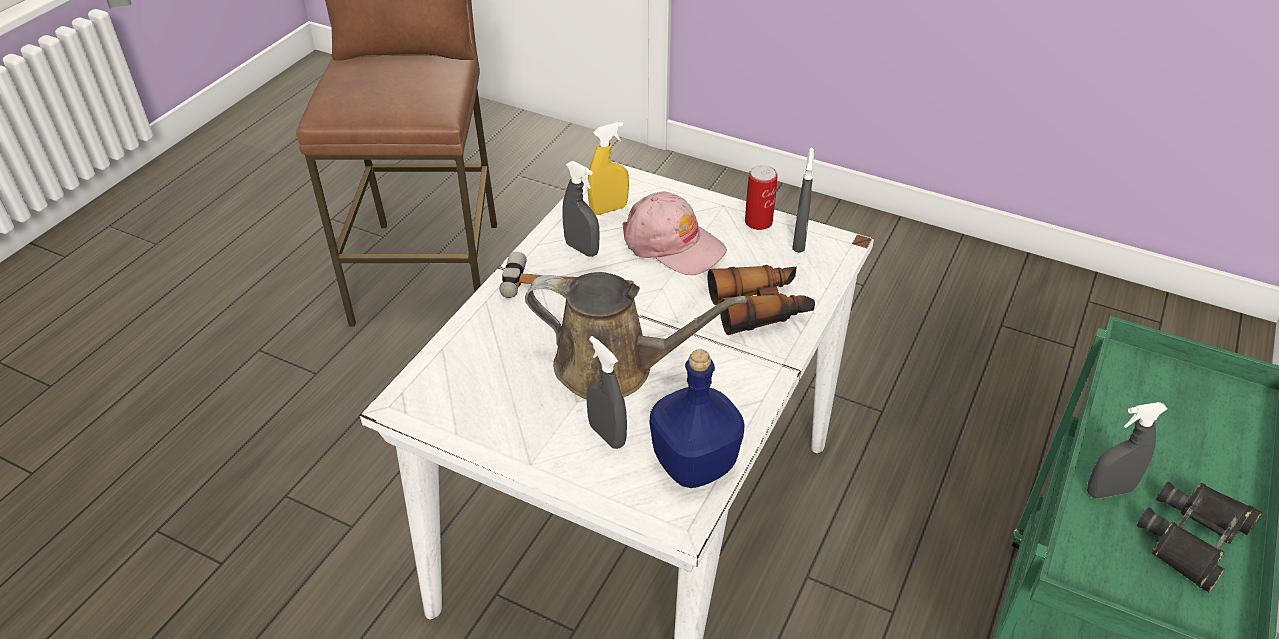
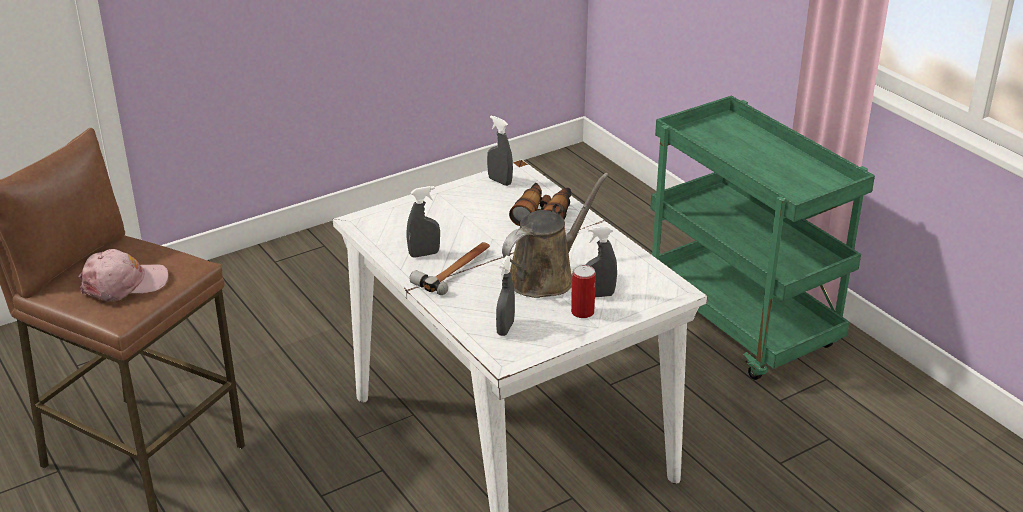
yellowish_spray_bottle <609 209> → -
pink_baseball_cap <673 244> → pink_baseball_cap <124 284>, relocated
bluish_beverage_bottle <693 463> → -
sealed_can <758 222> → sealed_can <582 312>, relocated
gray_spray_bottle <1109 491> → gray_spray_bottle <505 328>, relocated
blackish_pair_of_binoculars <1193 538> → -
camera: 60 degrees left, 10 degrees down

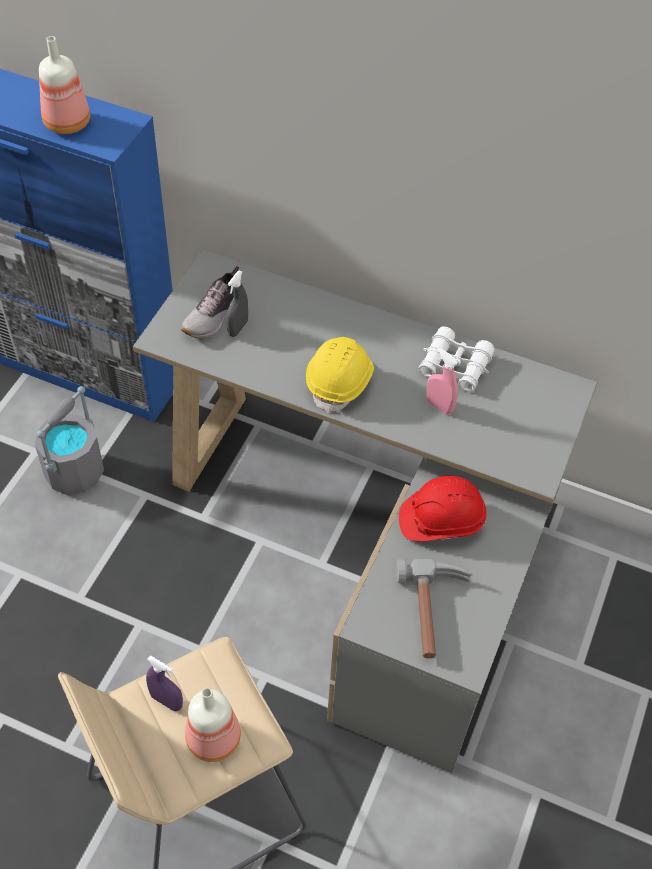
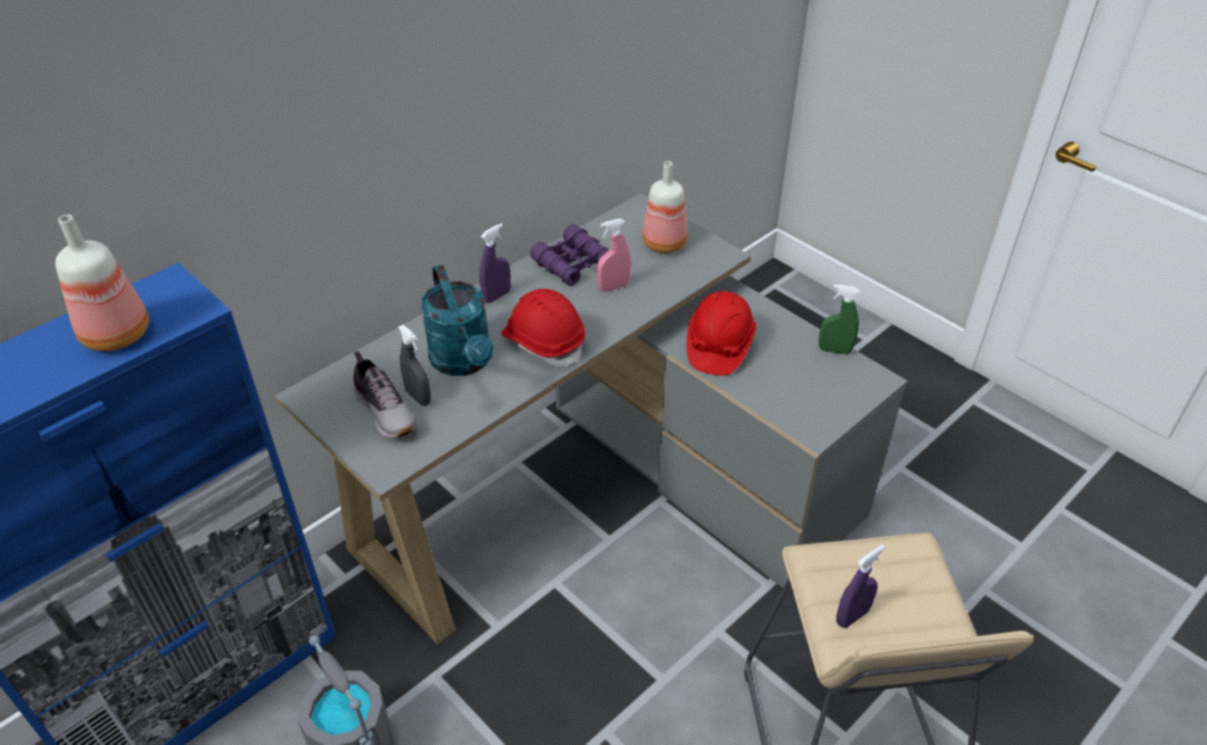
beverage_bottle <215 738> → beverage_bottle <664 243>, relocated
yellowish_safety_helmet <340 382> → reddish_safety_helmet <544 342>
hammer <436 612> → -
white_pair_of_binoculars <455 366> → purplish_pair_of_binoculars <572 263>
- → turquoise_watering_can <464 362>
- → purplish_spray_bottle <496 296>
- → greenish_spray_bottle <834 350>
camera: 65 degrees left, 10 degrees down

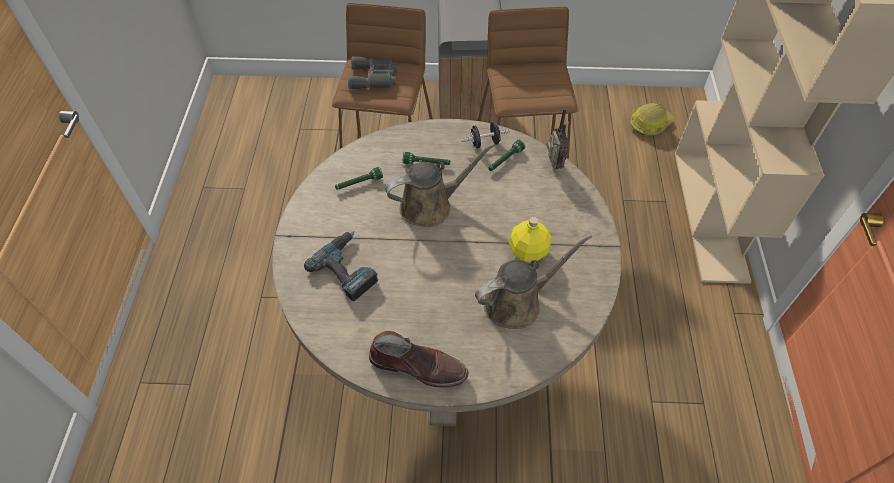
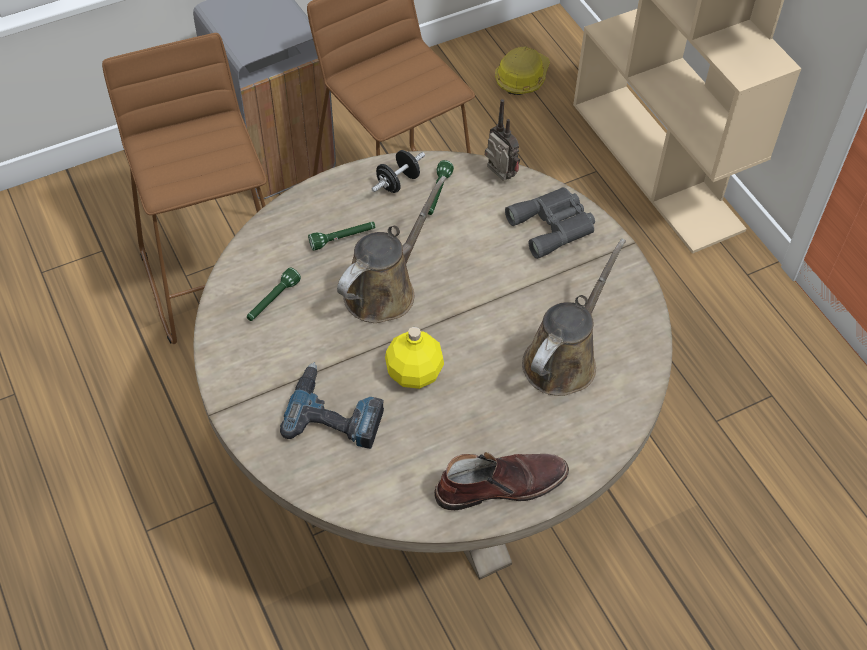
gray_pair_of_binoculars <375 77> → gray_pair_of_binoculars <554 226>, relocated
yellowish_beverage_bottle <527 251> → yellowish_beverage_bottle <413 373>, relocated
camera: 30 degrees left, 0 degrees up

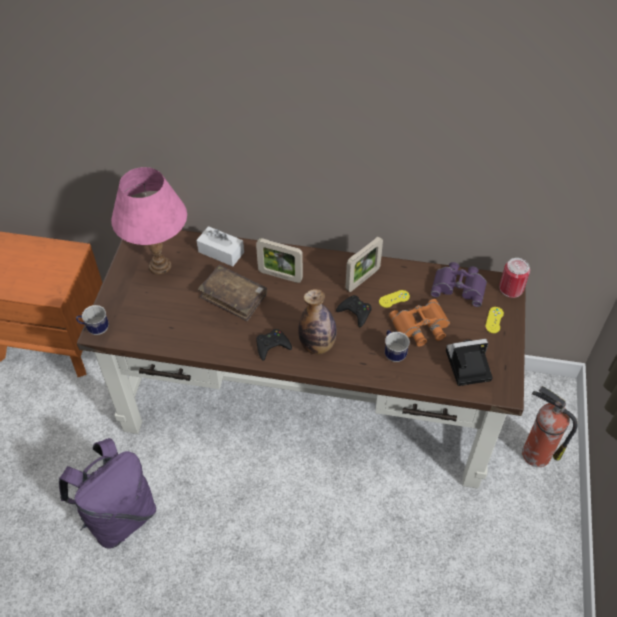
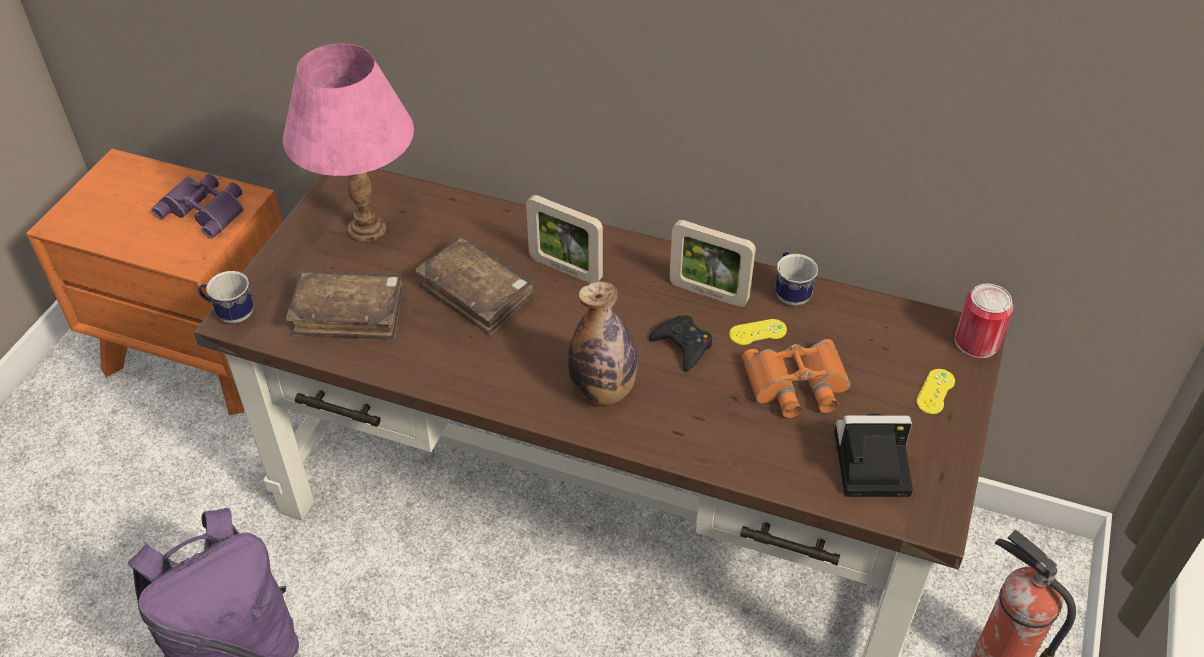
white_tissue_box <221 252> → -
blackish_gamepad <272 346> → -
picture_frame <362 279> → picture_frame <708 293>, 60 degrees clockwise
mug <393 353> → mug <790 293>, relocated
purplish_pair_of_binoculars <459 286> → purplish_pair_of_binoculars <206 209>, relocated
- → brownish_book <349 314>
camera: 10 degrees right, 5 degrees down

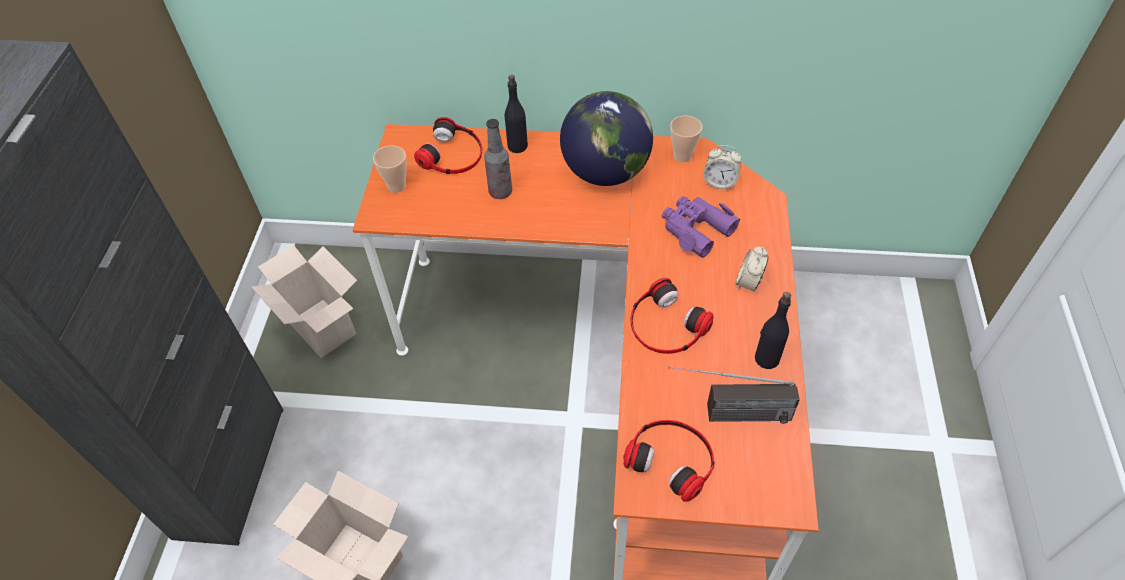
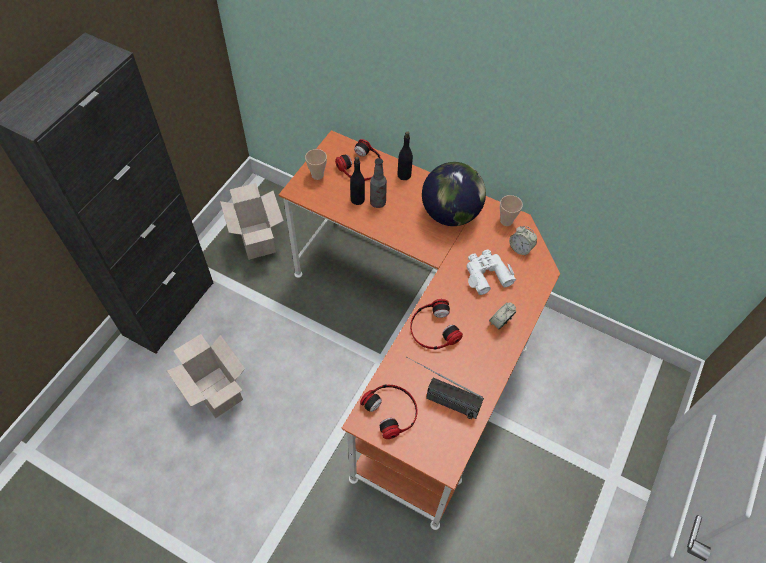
purplish_pair_of_binoculars <695 229> → white_pair_of_binoculars <486 274>
blackish_beverage_bottle <766 358> → blackish_beverage_bottle <357 199>, relocated
camera: 20 degrees right, 5 degrees up

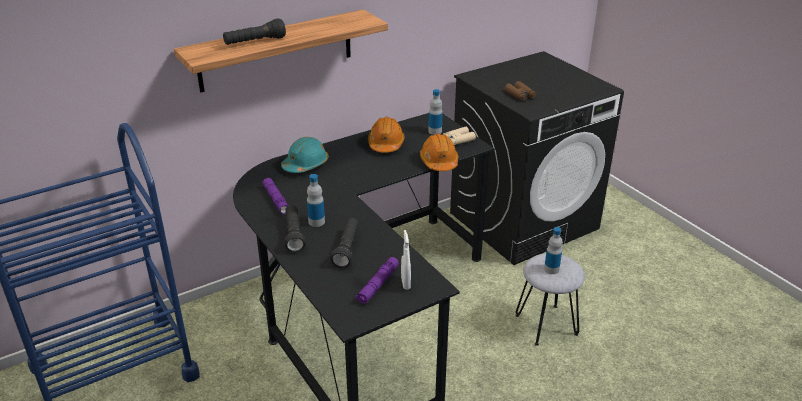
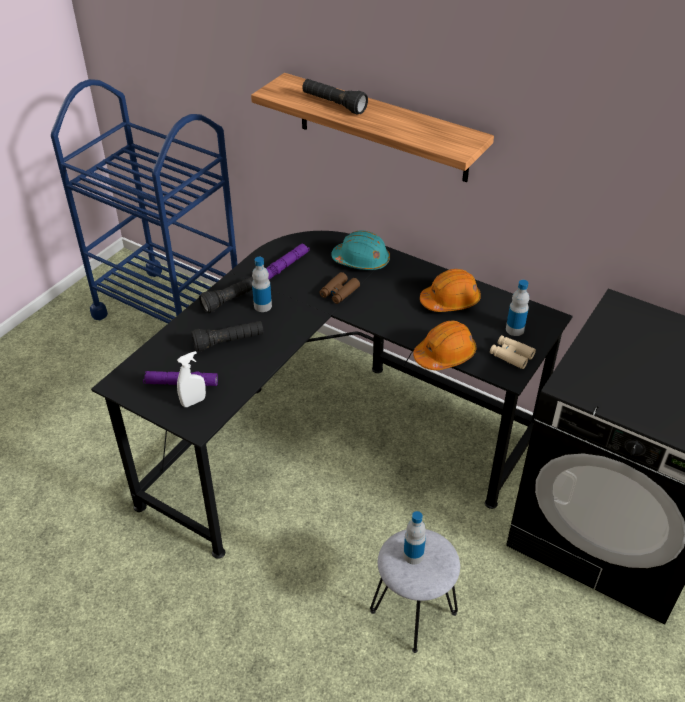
brownish_pair_of_binoculars <520 95> → brownish_pair_of_binoculars <339 292>, relocated
camera: 65 degrees right, 10 degrees up

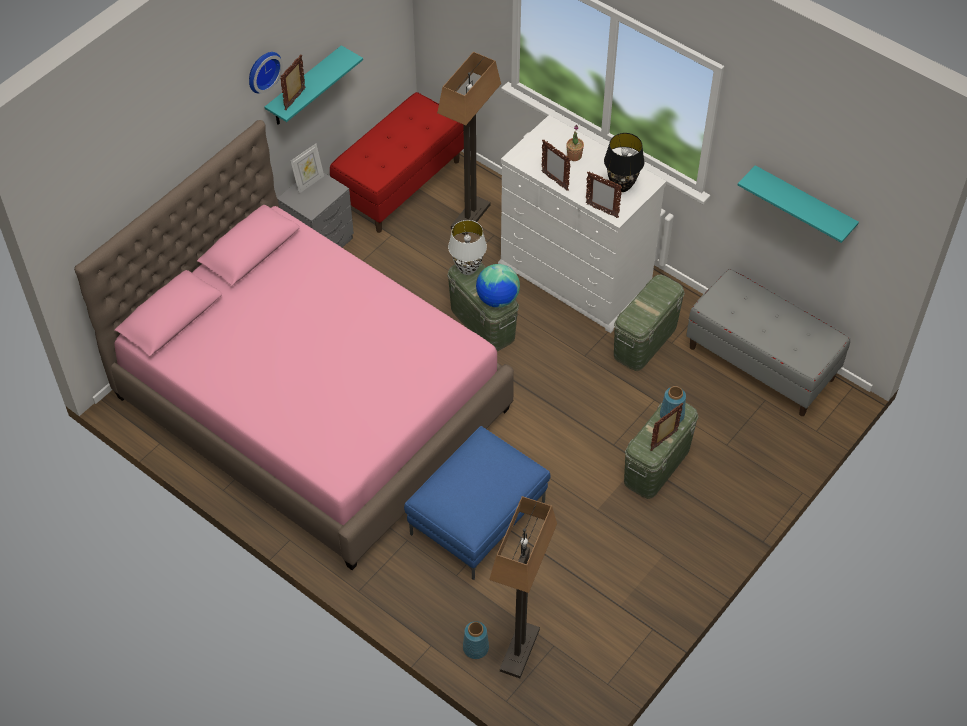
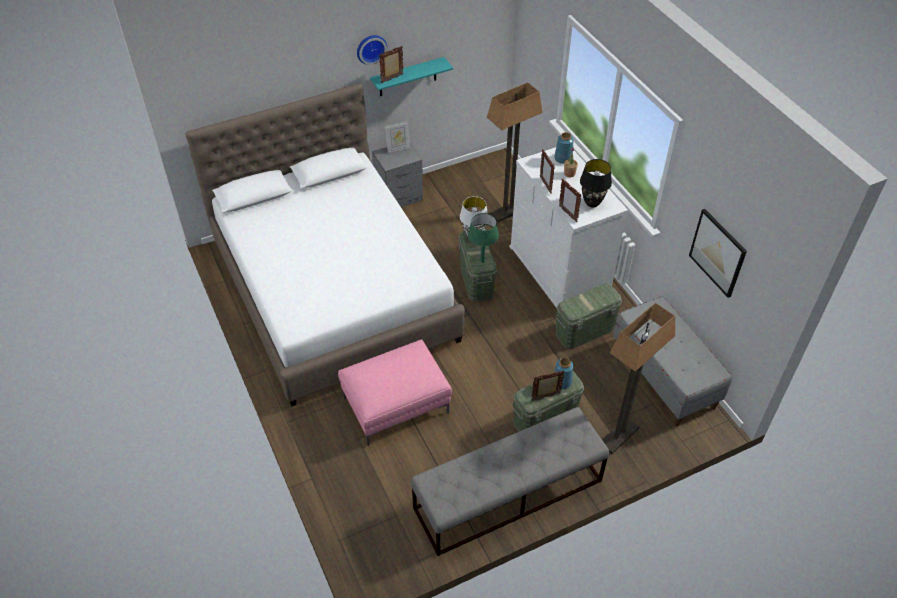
pink_bed <312 402> → white_bed <334 290>
reddish_long_seat <399 183> → -
bluish_pouffe <477 516> → pink_pouffe <396 404>
bluish_flower_vase <475 648> → bluish_flower_vase <562 158>, relocated
world_globe <497 299> → greenish_lamp_for_a_table <482 261>
standing_lamp <520 650> → standing_lamp <619 437>, relocated
turquoise_bracket_shelf <803 205> → wall_picture <717 252>
- → gray_long_seat <507 495>
camera: 25 degrees right, 5 degrees down

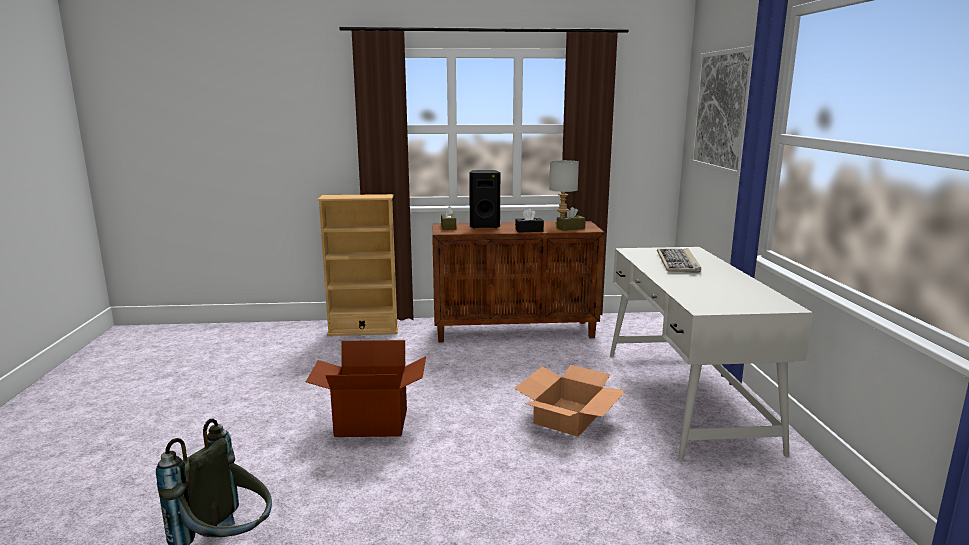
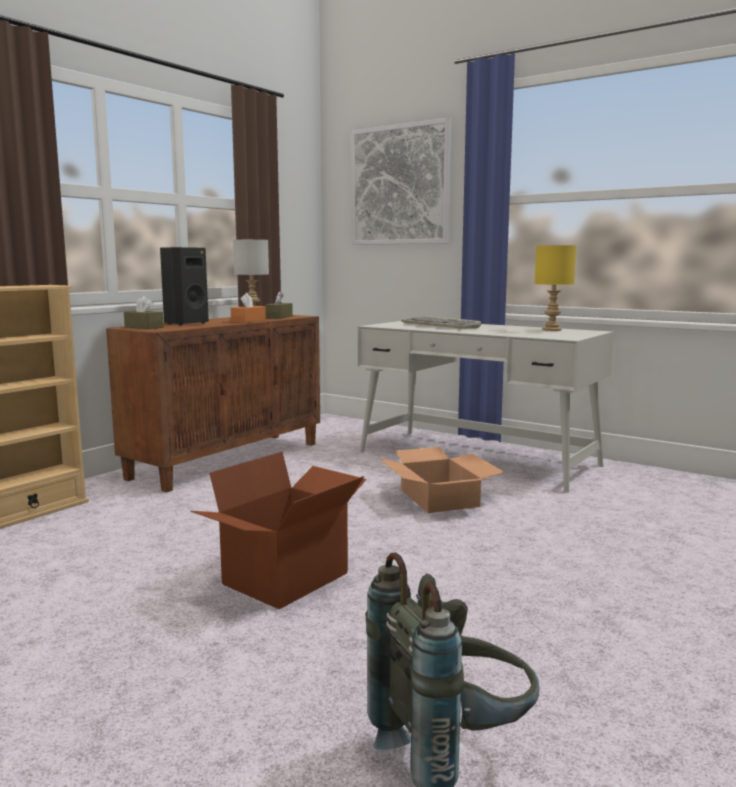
blackish_tissue_box <529 230> → orangey_tissue_box <248 321>
- → yellowish_lamp_for_a_table <551 330>
camera: 50 degrees left, 5 degrees down

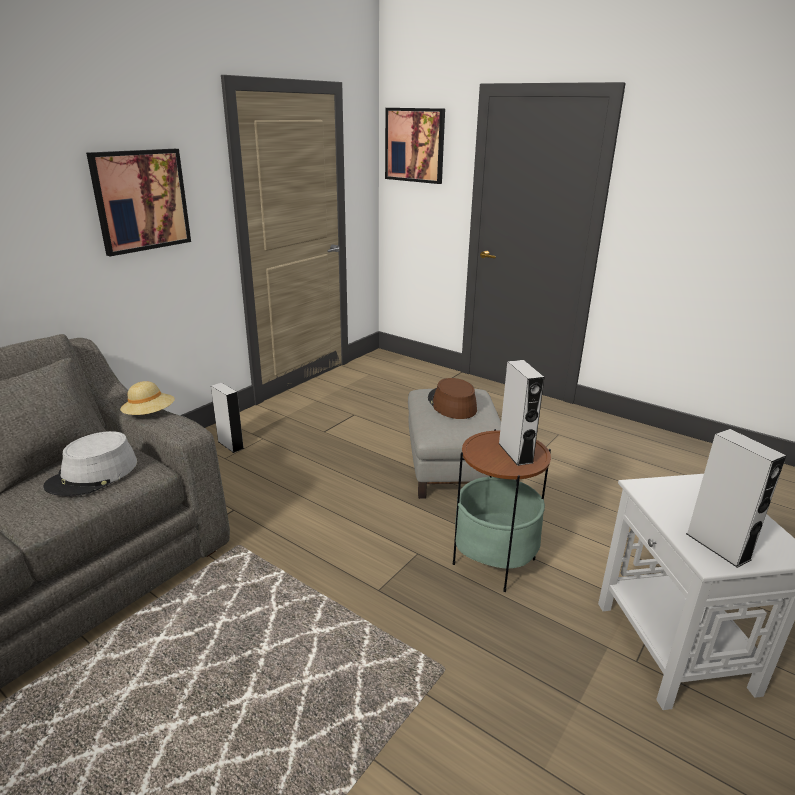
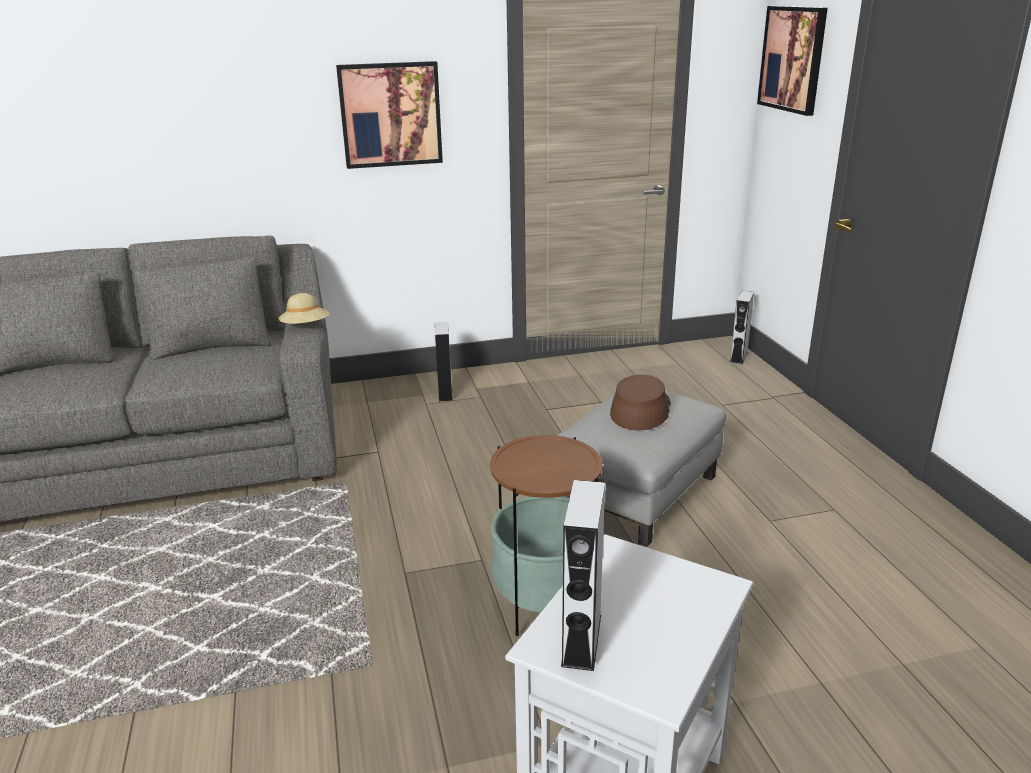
gray_hat <93 475> → -
gray_speaker <515 453> → gray_speaker <738 357>, relocated
camera: 40 degrees right, 0 degrees up

